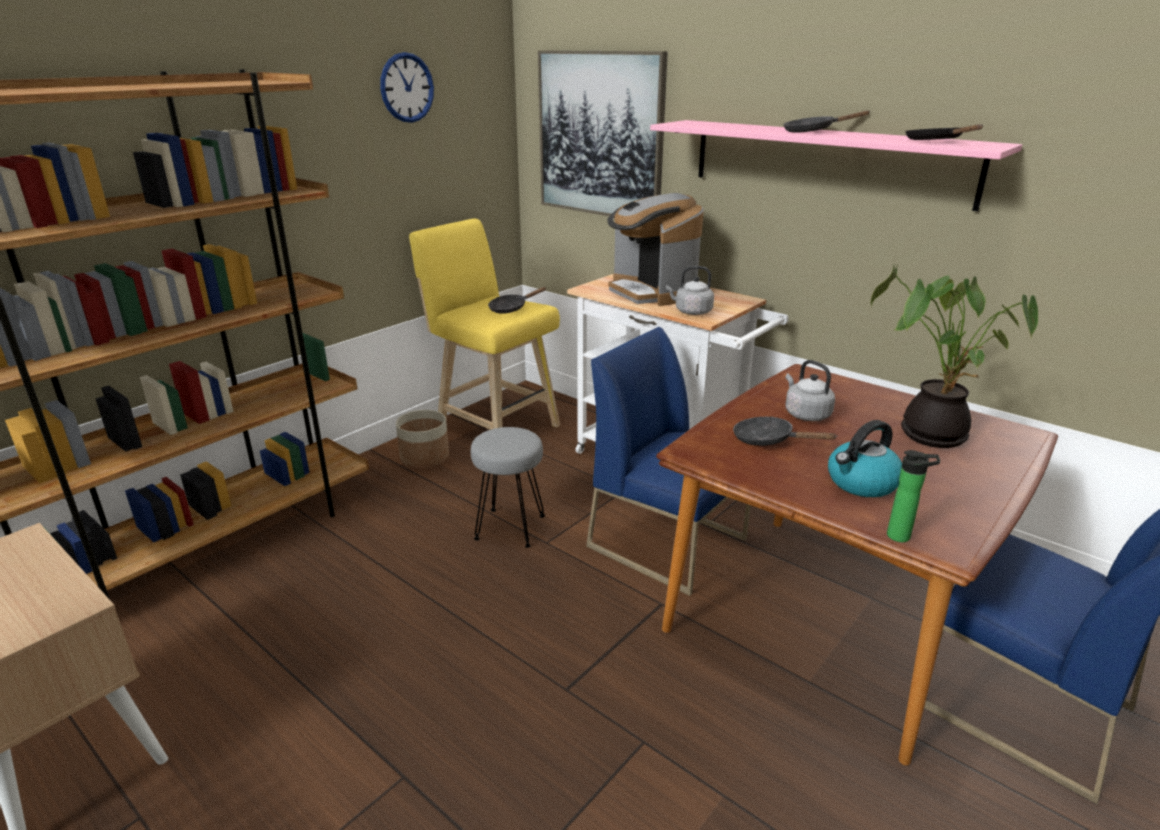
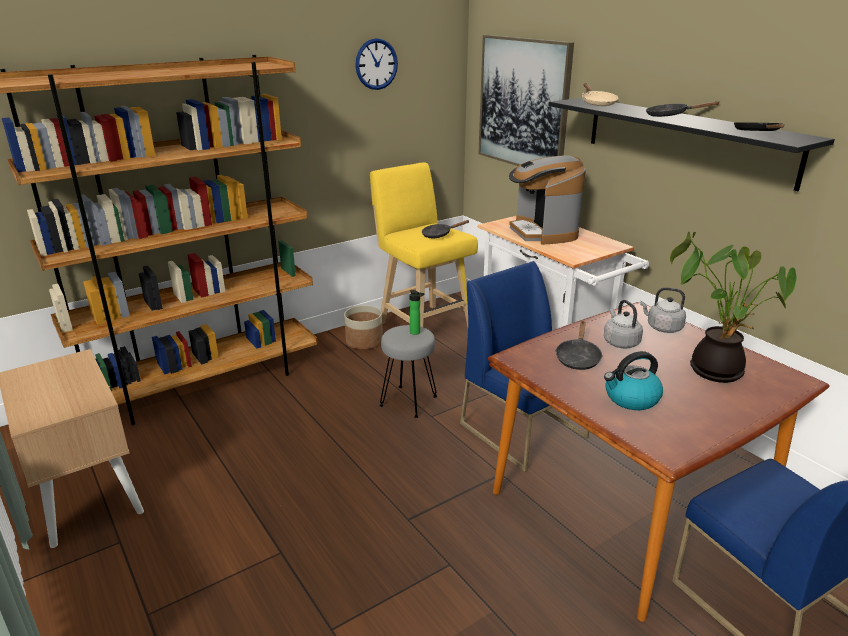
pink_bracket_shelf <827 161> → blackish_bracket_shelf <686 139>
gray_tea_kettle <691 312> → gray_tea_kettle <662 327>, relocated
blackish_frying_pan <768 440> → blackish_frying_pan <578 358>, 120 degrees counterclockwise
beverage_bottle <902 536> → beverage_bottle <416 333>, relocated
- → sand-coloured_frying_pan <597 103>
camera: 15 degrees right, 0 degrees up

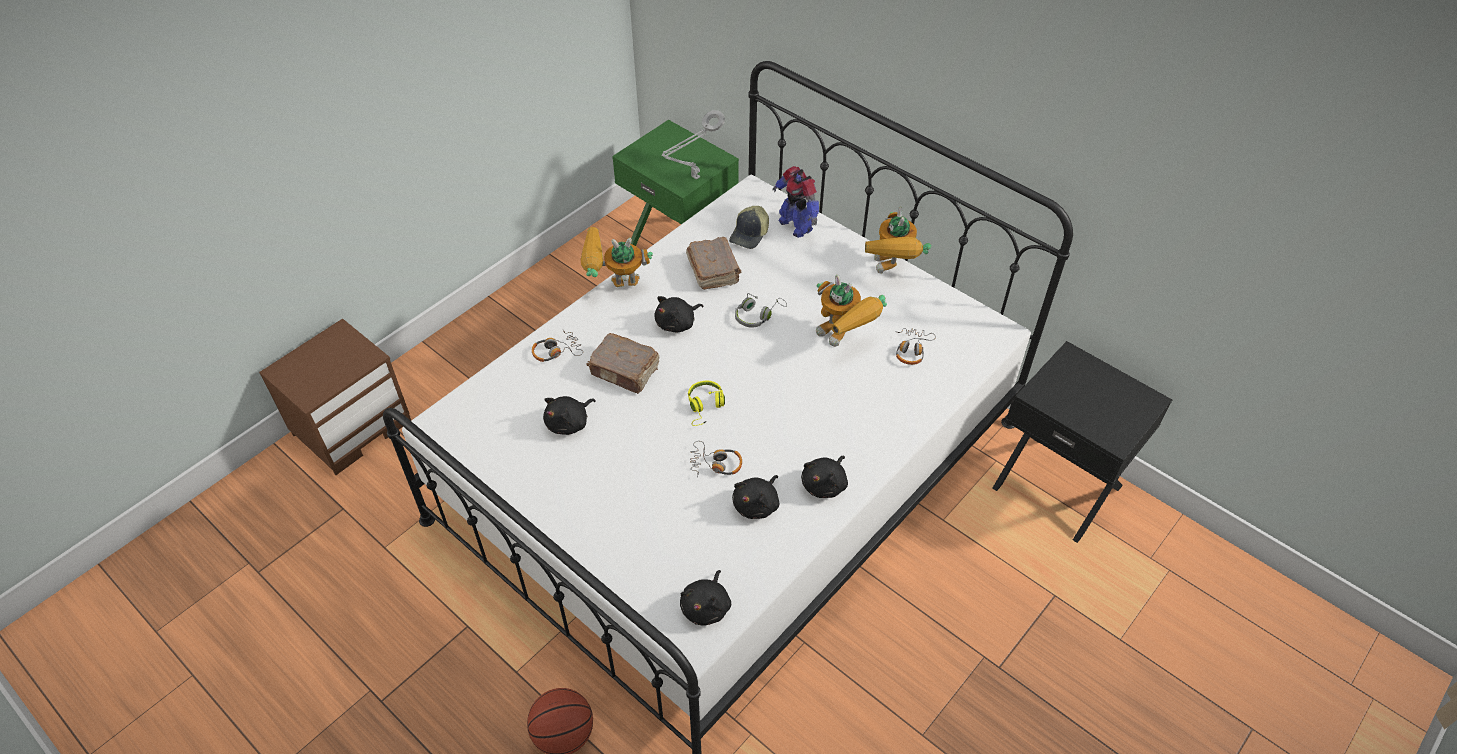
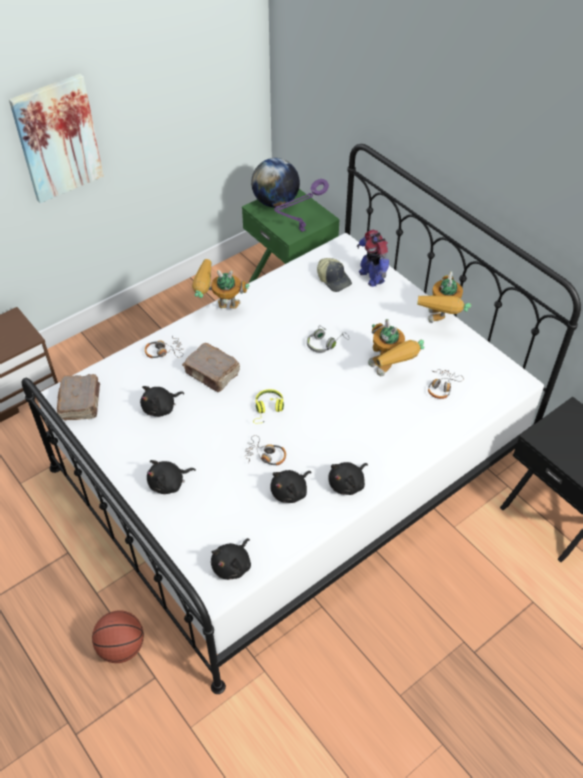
blackish_soft_toy <677 323> → blackish_soft_toy <169 483>, relocated
gray_lamp_for_a_table <693 178> → purplish_lamp_for_a_table <300 231>
brownish_book <713 271> → brownish_book <81 403>, relocated
baseball_cap <750 234> → baseball_cap <334 279>, 75 degrees counterclockwise
- → wall_picture <57 138>
- → world_globe <276 202>
camera: 10 degrees right, 0 degrees up

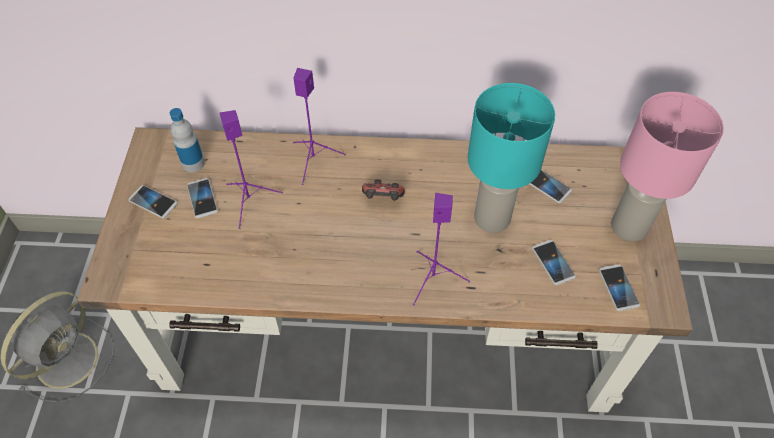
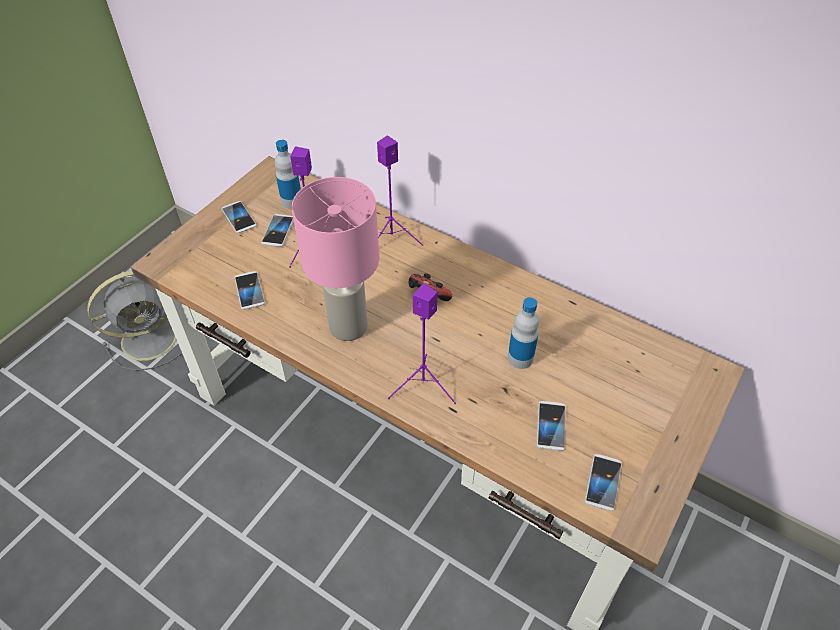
turquoise_lamp_for_a_table <493 218> → beverage_bottle <520 358>
handset <547 185> → handset <249 291>, relocated
pink_lamp_for_a_table <628 226> → pink_lamp_for_a_table <348 326>, relocated
camera: 30 degrees right, 5 degrees down

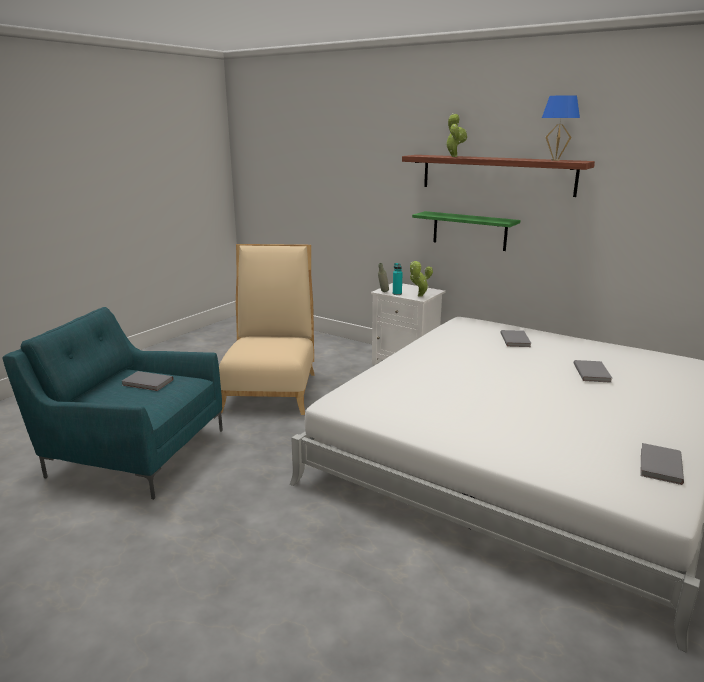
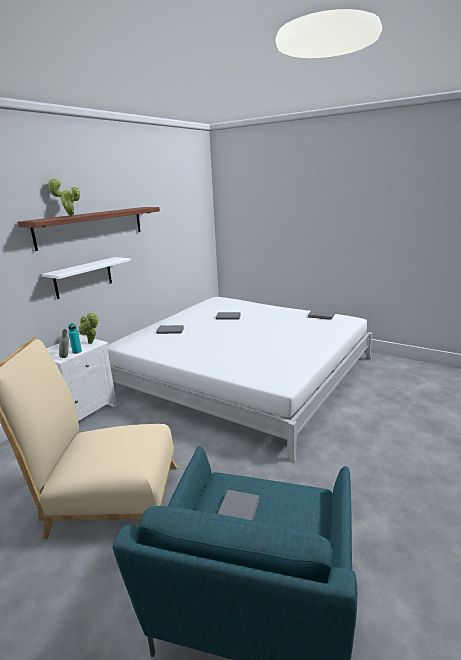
greenish_bracket_shelf <469 231> → white_bracket_shelf <83 277>
bluish_lamp_for_a_table <555 160> → -
camera: 90 degrees left, 0 degrees up

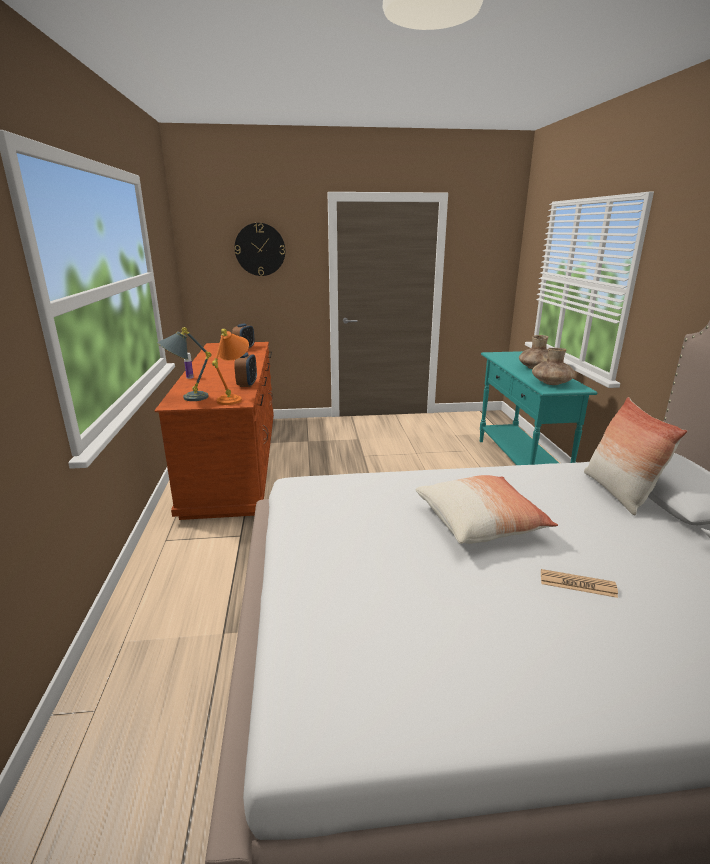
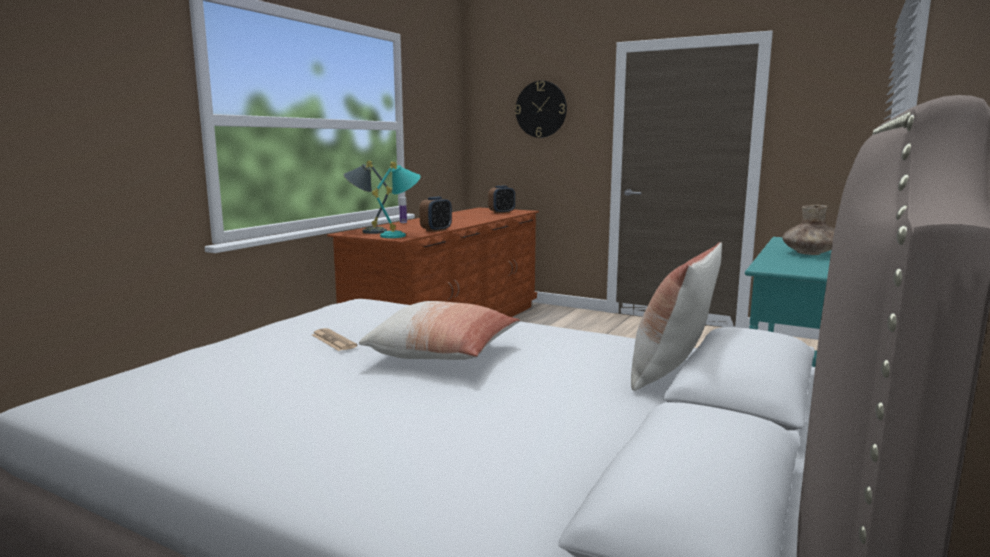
orangey_lamp_for_a_table <234 398> → turquoise_lamp_for_a_table <401 235>
brownish_flower_vase <551 383> → -
daily_paper <577 584> → daily_paper <333 341>, relocated
camera: 35 degrees right, 10 degrees down

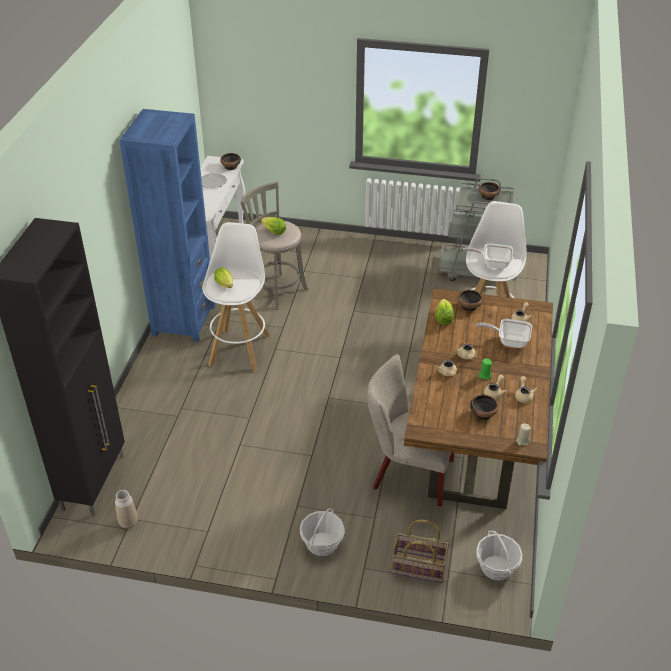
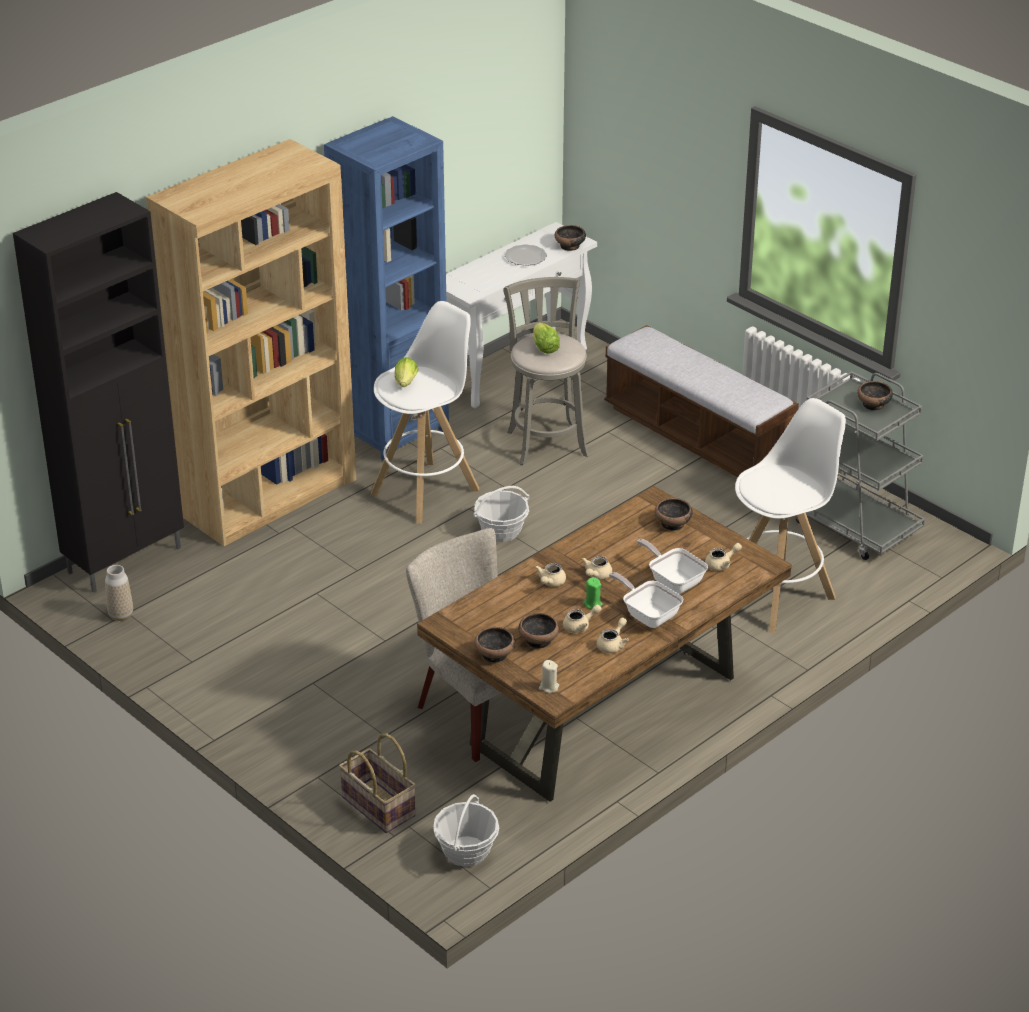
household_basket <322 544> → household_basket <501 531>, relocated
lettuce <443 319> → -
frying_pan <492 263> → frying_pan <648 615>, relocated
- → brownish_bookshelf <269 497>
- → deep_dish <495 654>
- → long_seat <696 436>
camera: 35 degrees right, 5 degrees down

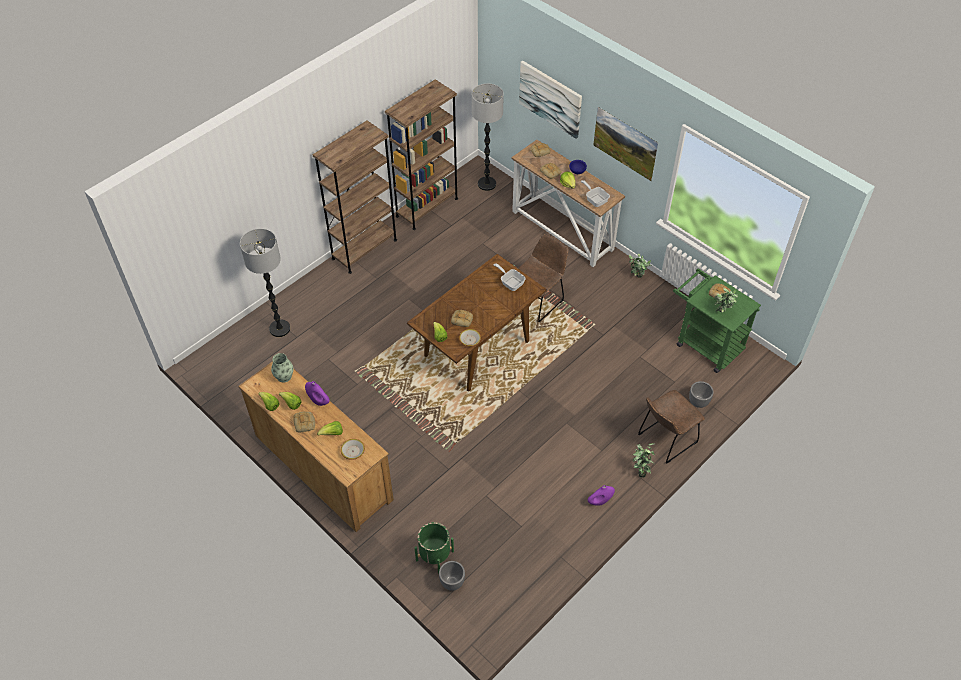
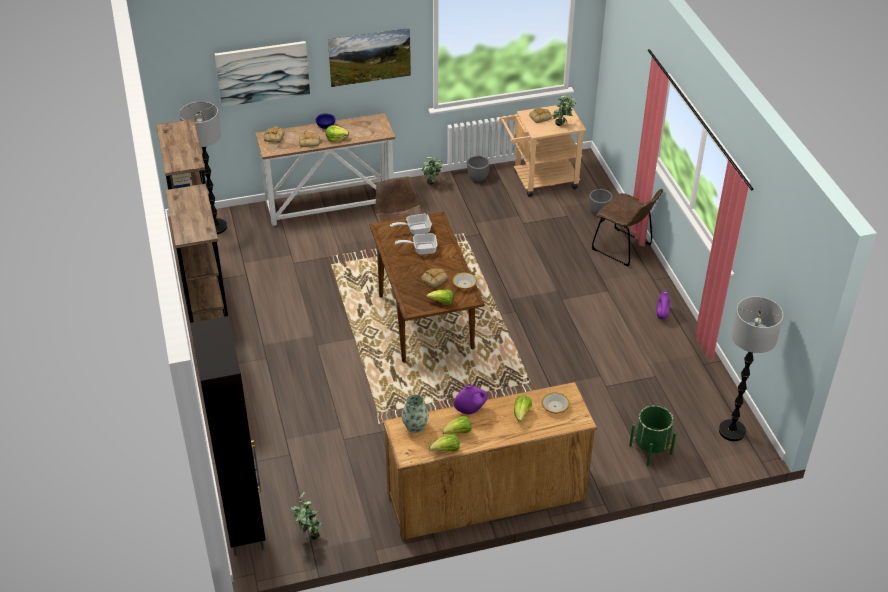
standing_lamp <280 329> → standing_lamp <732 431>, relocated
bakery_bread <305 423> → -
gray_flower_pot <452 583> → gray_flower_pot <478 178>, relocated
frying_pan <595 199> → frying_pan <421 249>, relocated
plant_in_a_pot <640 471> → plant_in_a_pot <308 535>, relocated
brownish_chair <665 440> → brownish_chair <624 248>, 45 degrees counterclockwise
greenish_wheeled_cart <704 343> → sand-coloured_wheeled_cart <539 181>
- → blackish_storage_cabinet <244 524>
camera: 60 degrees left, 10 degrees down

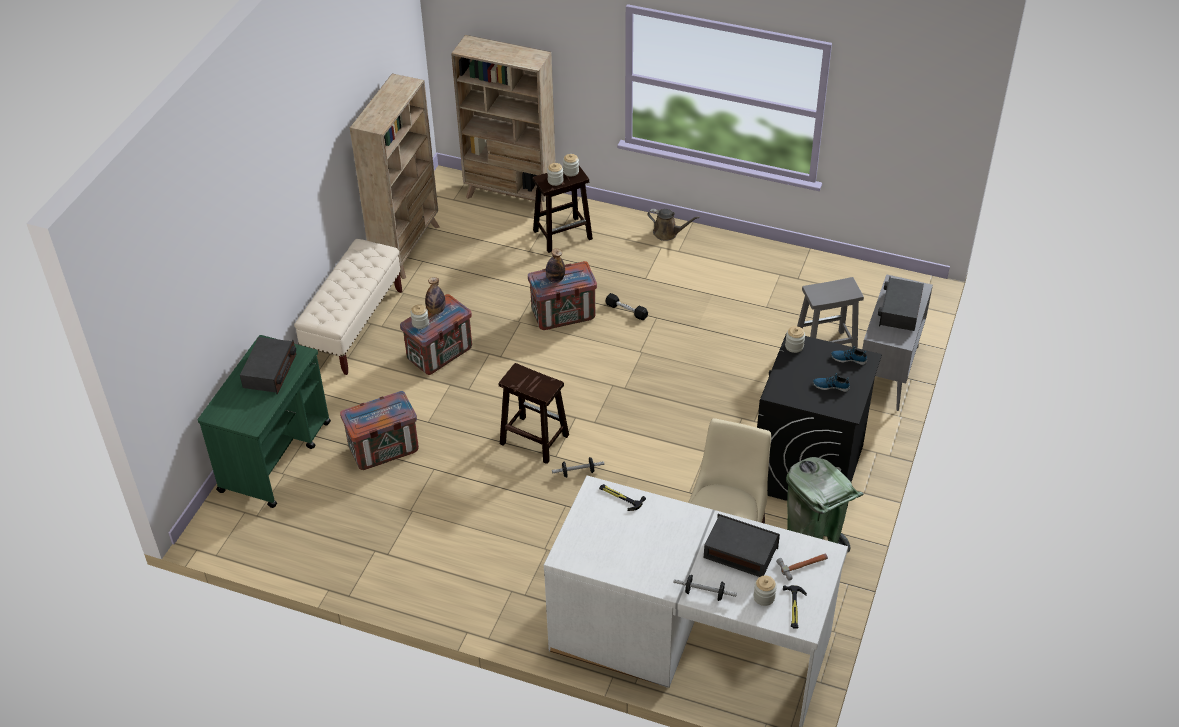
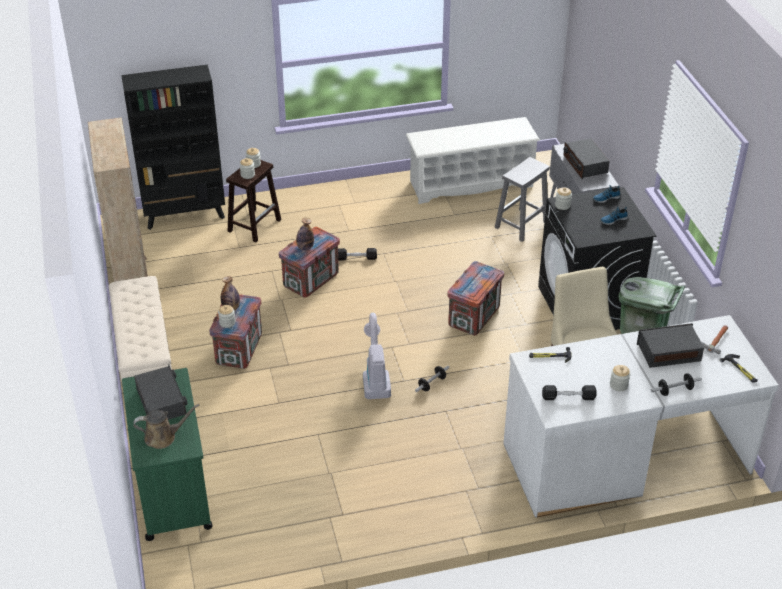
packing_crate <383 450> → packing_crate <473 317>, relocated
sand-coloured_bookshelf <510 196> → blackish_bookshelf <185 215>
brownish_stool <533 439> → hoover <375 376>
brownish_watering_can <668 233> → brownish_watering_can <163 437>, relocated
jar <764 597> → jar <618 385>, relocated
- → white_shoe_stand <470 183>
- → blackish_dumbbell <568 397>
camera: 35 degrees left, 5 degrees down

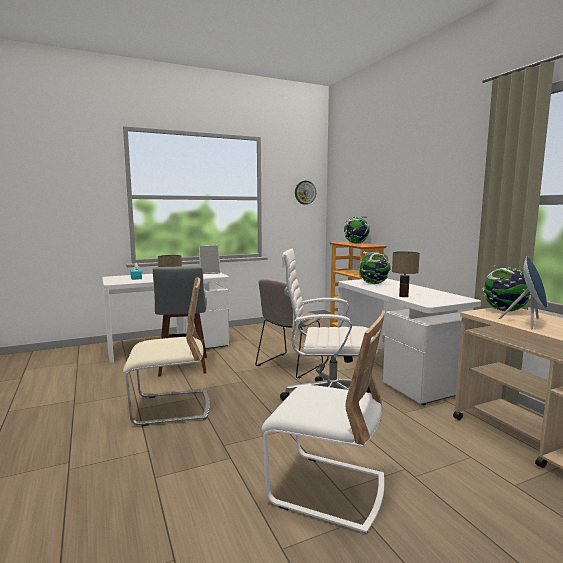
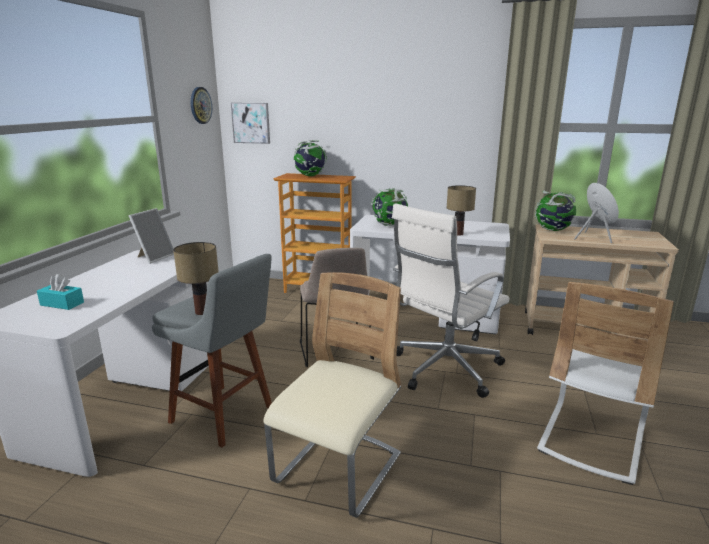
white_chair <327 489> → white_chair <591 439>, 150 degrees clockwise
- → wall_picture <251 123>
camera: 50 degrees left, 10 degrees up

